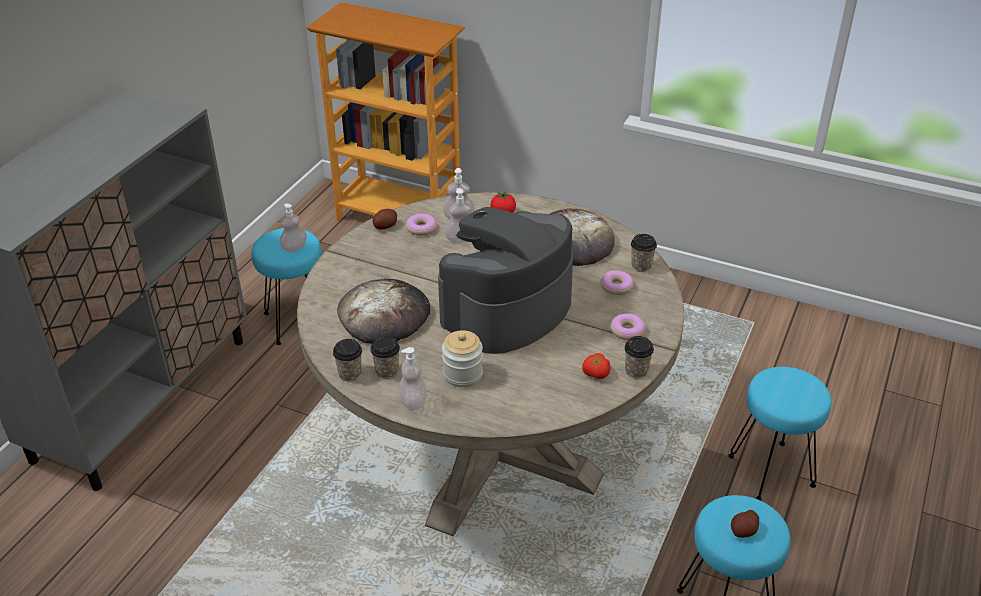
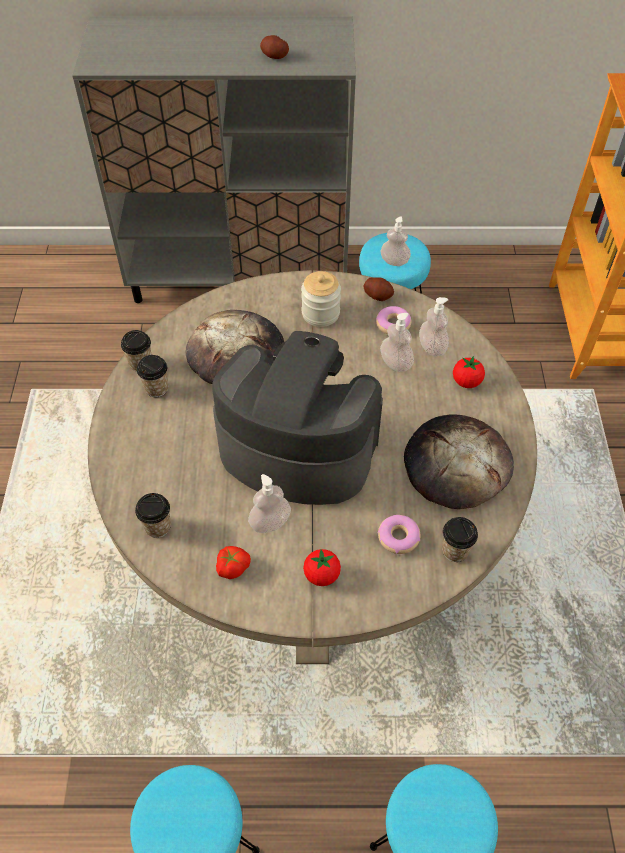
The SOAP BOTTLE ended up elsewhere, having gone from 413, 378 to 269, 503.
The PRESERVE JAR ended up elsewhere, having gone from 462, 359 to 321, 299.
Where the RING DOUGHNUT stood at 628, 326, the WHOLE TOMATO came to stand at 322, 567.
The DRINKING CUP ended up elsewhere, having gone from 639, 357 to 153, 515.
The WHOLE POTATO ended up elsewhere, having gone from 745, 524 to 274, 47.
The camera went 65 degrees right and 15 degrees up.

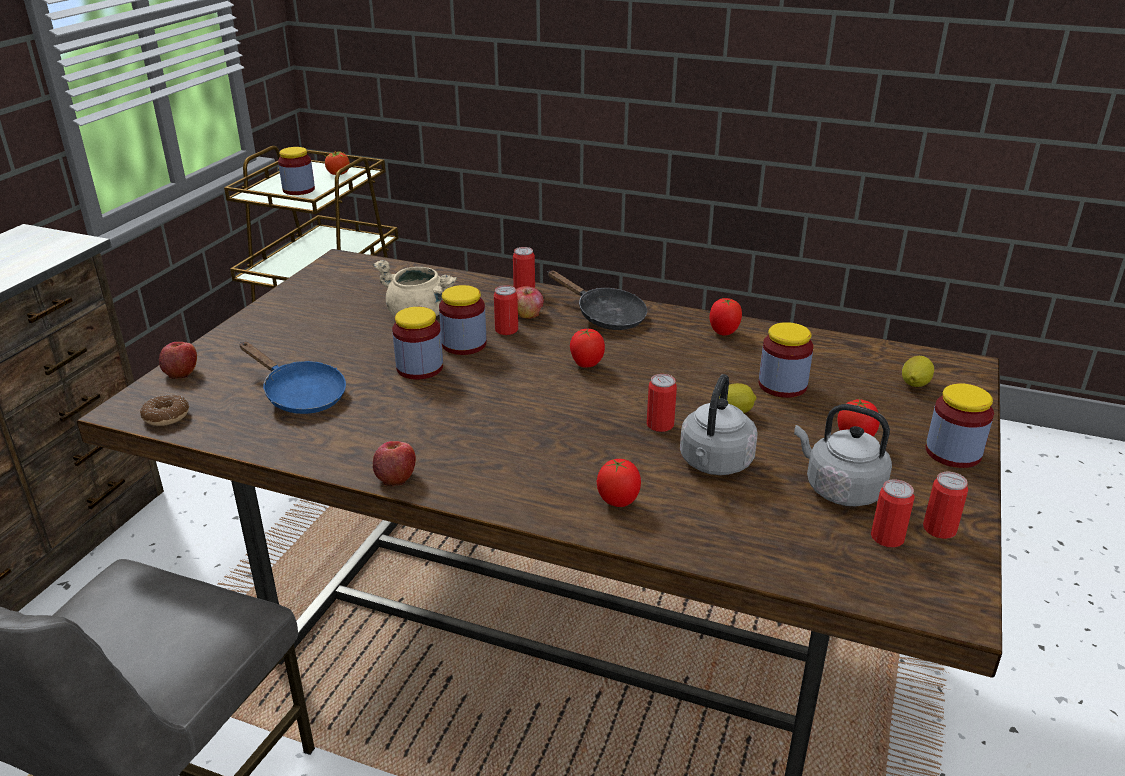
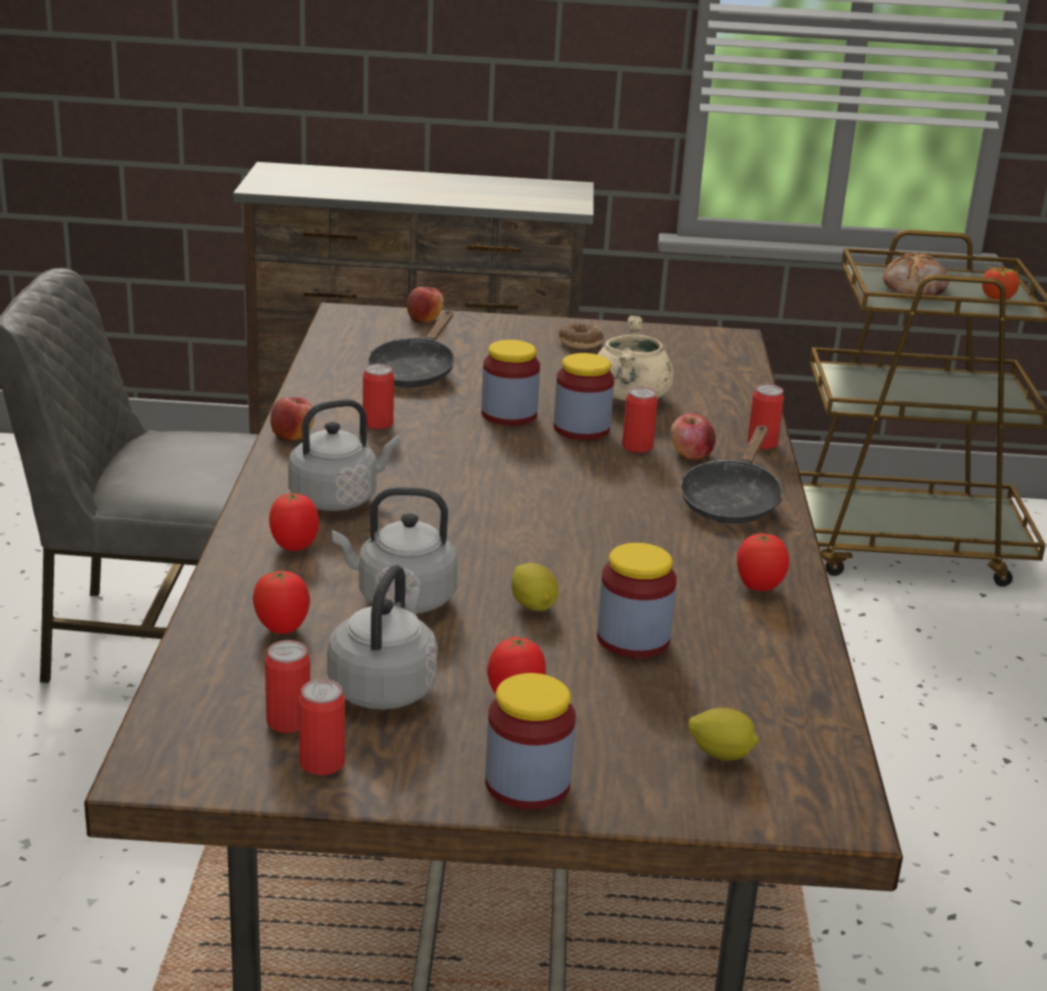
The RING DOUGHNUT ended up elsewhere, having gone from 164, 410 to 581, 336.
What was the BLUE-COLOURED SKILLET at 292, 378 turned into the BLACKISH SKILLET at 411, 349.
Where the PRESERVE JAR stood at 296, 171, the BAKED BREAD came to stand at 916, 274.
The WHOLE TOMATO ended up elsewhere, having gone from 587, 348 to 281, 601.
The METAL CAN ended up elsewhere, having gone from 662, 403 to 378, 396.
The second view gained the GREY KETTLE at 344, 455.
The camera went 70 degrees right and 5 degrees down.

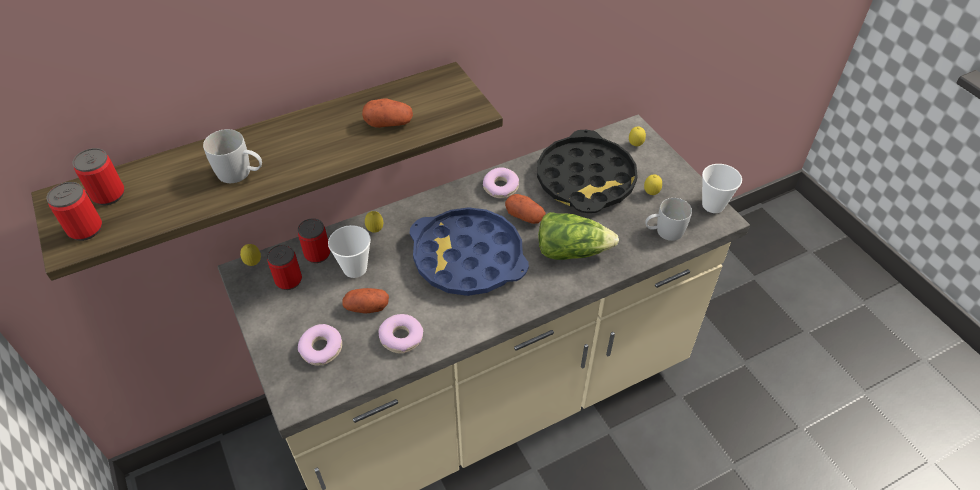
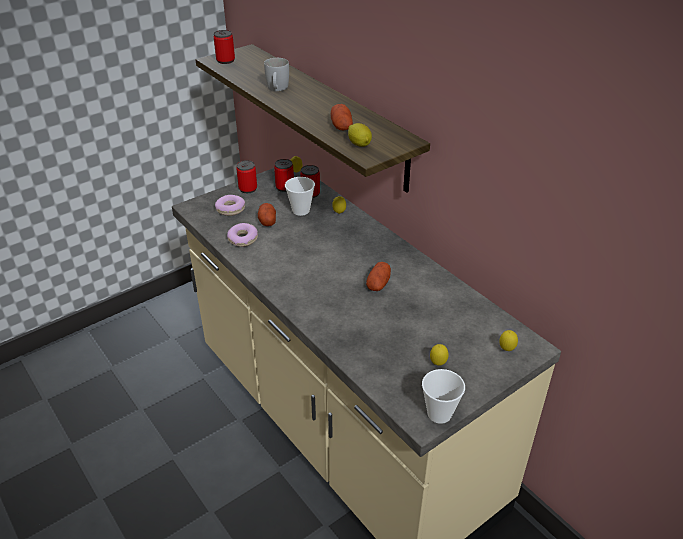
The METAL CAN ended up elsewhere, having gone from 98, 177 to 246, 176.
The second view lost the BLUE-COLOURED SERVING TRAY at 469, 251.
The second view lost the RING DOUGHNUT at 501, 183.
The second view lost the BLACKISH SERVING TRAY at 587, 171.
The second view lost the LETTUCE at 578, 236.
The second view lost the WHITE-COLOURED COFFEE MUG at 668, 219.
The second view gained the WHOLE LEMON at 360, 135.
The camera went 80 degrees right and 10 degrees down.

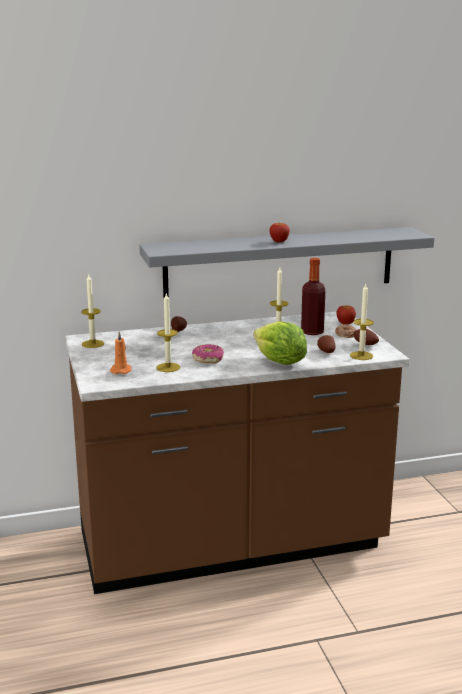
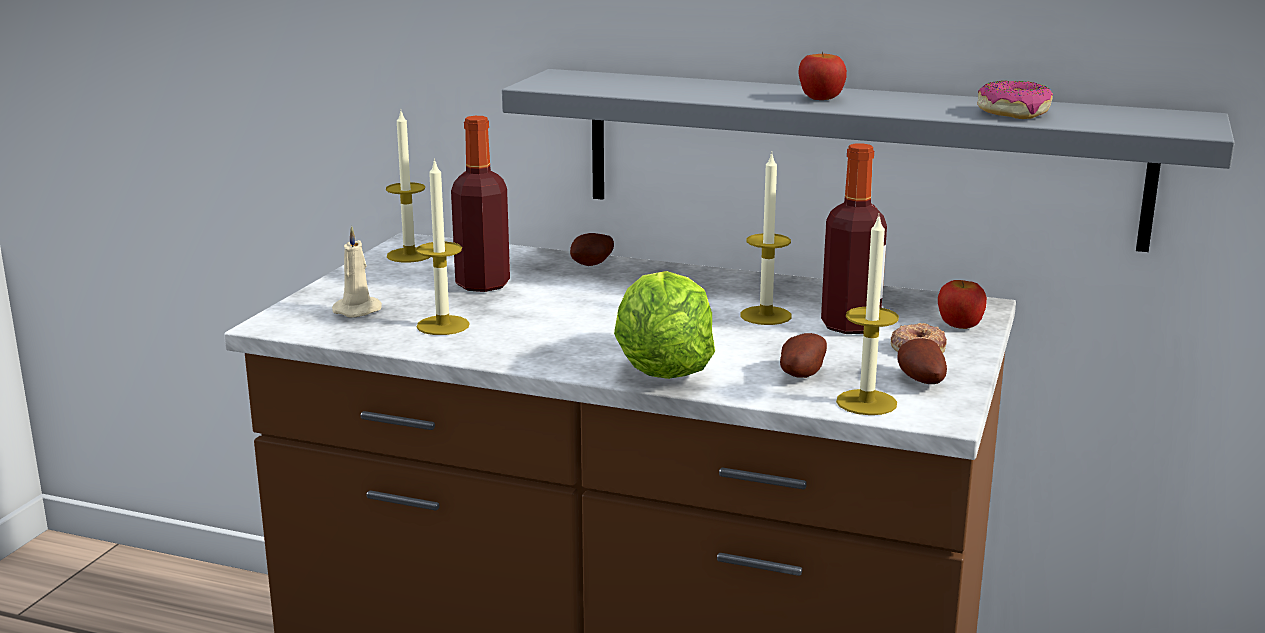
What was the ORANGE WAX LIGHT at 120, 352 turned into the SAND-COLOURED WAX LIGHT at 357, 272.
The RING DOUGHNUT ended up elsewhere, having gone from 208, 354 to 1015, 100.
The second view gained the BEVERAGE BOTTLE at 480, 204.
The camera went 35 degrees right and 0 degrees up.

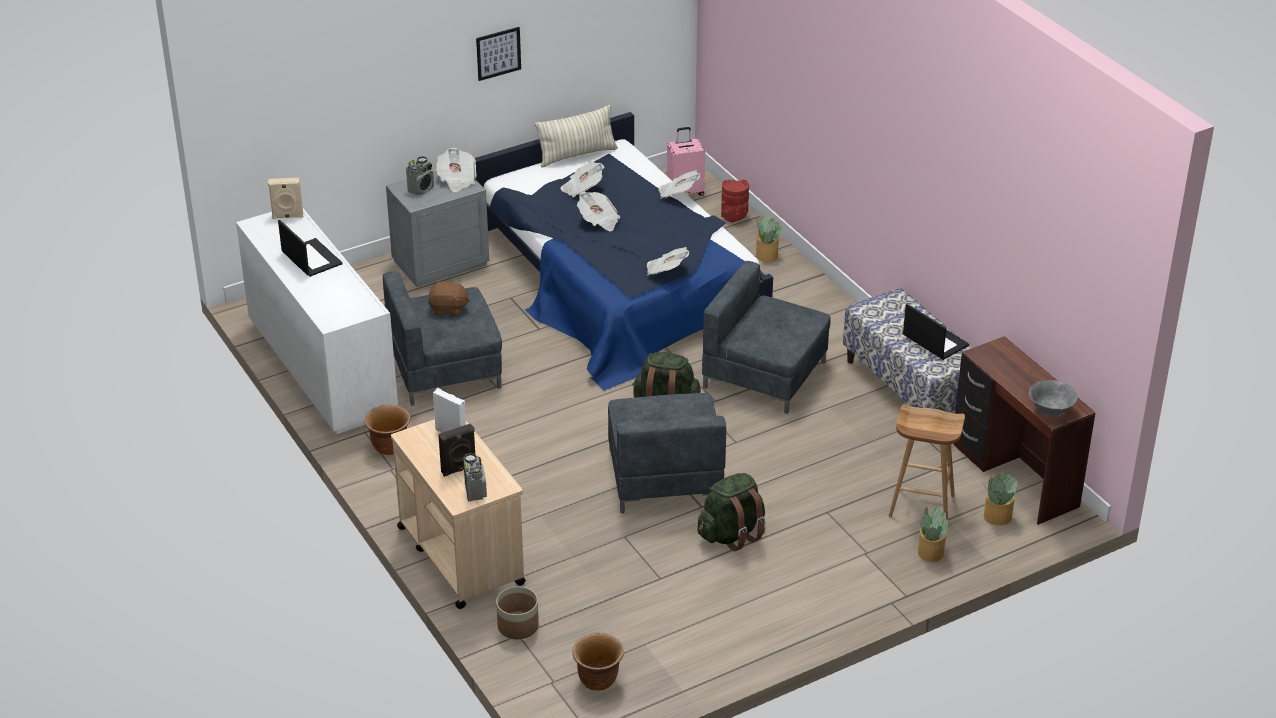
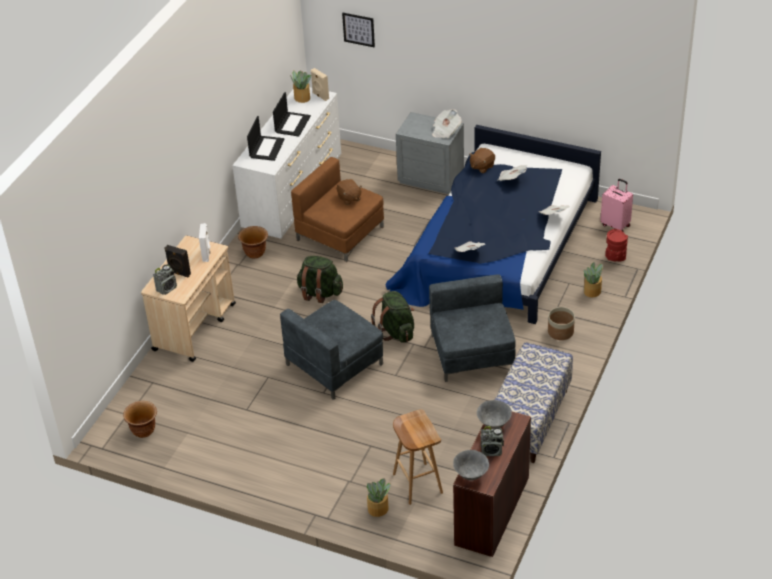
What was the GREY EASY CHAIR at 442, 338 turned into the BROWN EASY CHAIR at 337, 209.
The RADIO SET ended up elsewhere, having gone from 420, 175 to 492, 441.
The WALL ART ended up elsewhere, having gone from 498, 54 to 358, 30.
The PLANT POT ended up elsewhere, having gone from 517, 612 to 561, 323.
The second view lost the CUSHION at 576, 136.
The second view lost the DAILY PAPER at 598, 211.
The GREEN-COLOURED KNAPSACK ended up elsewhere, having gone from 731, 512 to 319, 279.
The PORTABLE COMPUTER ended up elsewhere, having gone from 936, 332 to 266, 138.
The POTTED PLANT ended up elsewhere, having gone from 1000, 499 to 300, 86.
The second view gained the BROWN CUDDLY TOY at 482, 160.
The second view gained the GREY BOWL at 494, 414.
The camera went 55 degrees right and 5 degrees up.

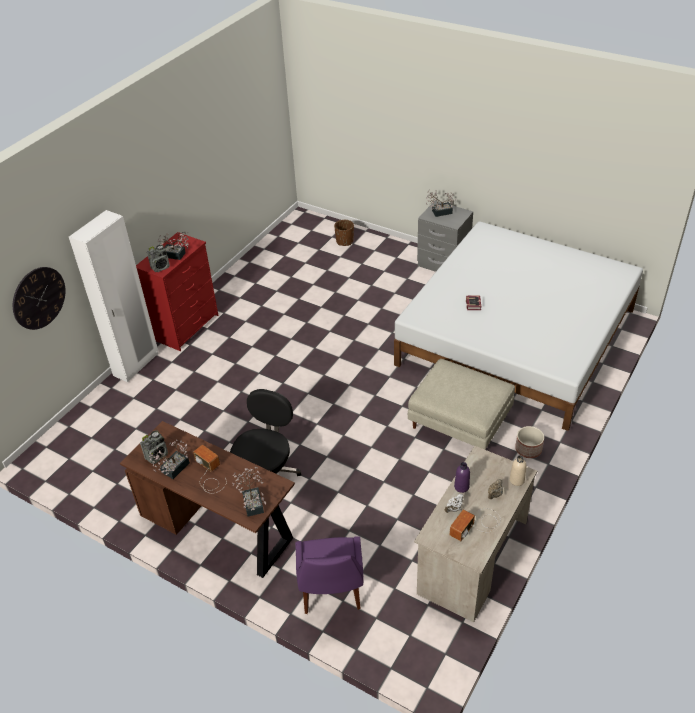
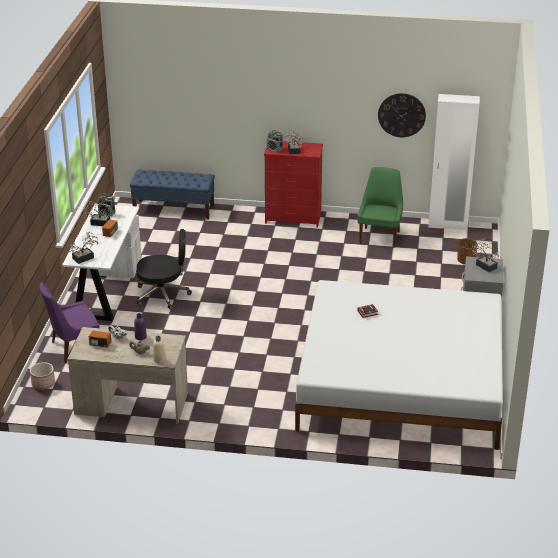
The HANGING CLOCK ended up elsewhere, having gone from 39, 298 to 402, 115.
The WHITE-COLOURED CLOTHES CUPBOARD ended up elsewhere, having gone from 113, 296 to 454, 162.
What was the BROWN DESK at 207, 499 turned into the WHITE-COLOURED DESK at 102, 262.
The second view lost the SAND-COLOURED FOOTREST at 461, 404.
The PLANT POT ended up elsewhere, having gone from 529, 442 to 42, 376.
The second view gained the BLUE-COLOURED LONG SEAT at 172, 194.
The second view gained the GREEN-COLOURED UPRIGHT CHAIR at 380, 207.
The camera went 65 degrees right and 10 degrees down.

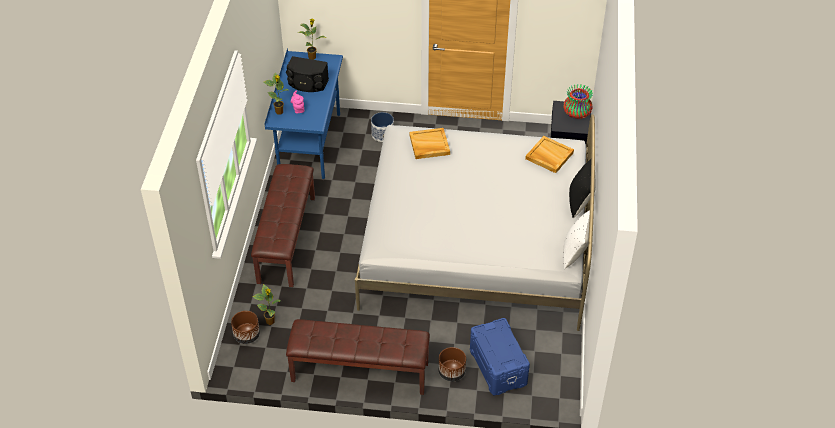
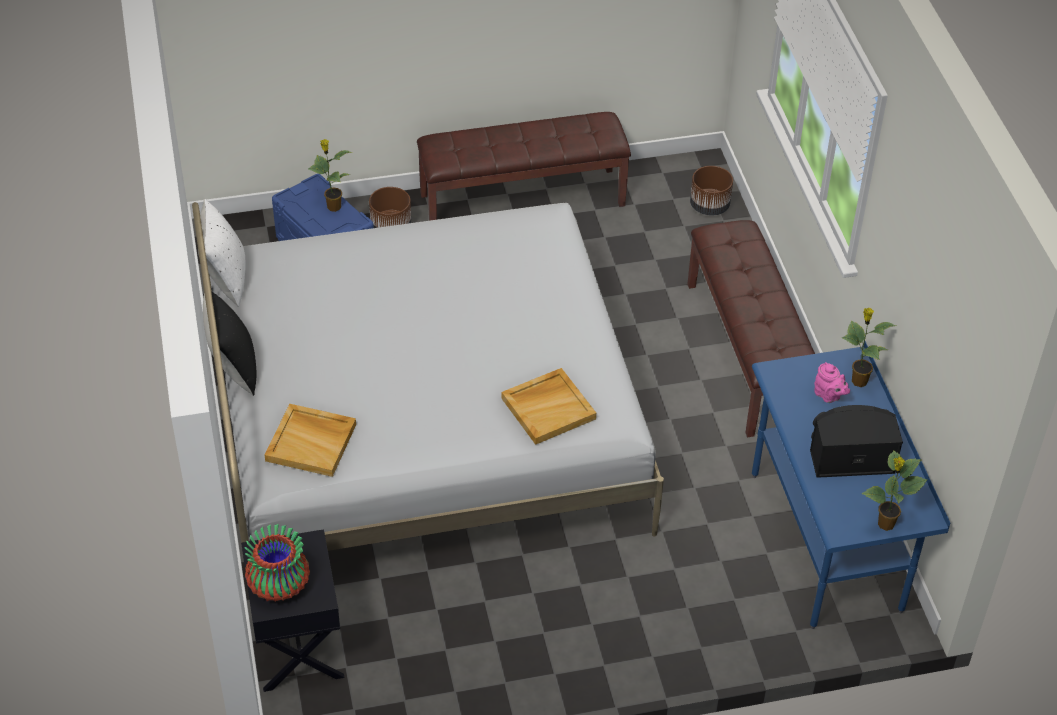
The POTTED PLANT ended up elsewhere, having gone from 267, 304 to 329, 175.
The second view lost the PLANT POT at 382, 127.
The camera went 160 degrees right and 0 degrees up.

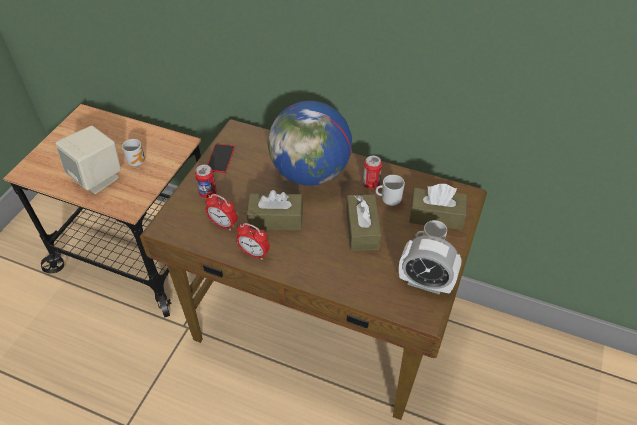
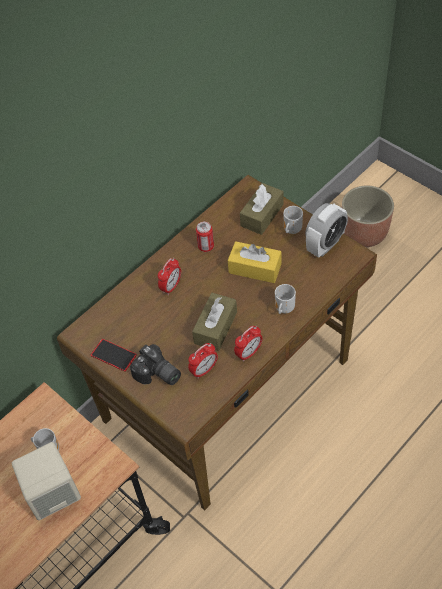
Where the METAL CAN stood at 206, 181, the PHOTO CAMERA came to stand at 155, 364.
Where the GLOBE stood at 310, 143, the ALARM CLOCK came to stand at 169, 276.
What was the BROWN BOX OF TISSUES at 363, 222 turned into the YELLOW-COLOURED BOX OF TISSUES at 255, 262.
The COFFEE MUG ended up elsewhere, having gone from 390, 190 to 285, 299.
The second view gained the PLANT POT at 368, 216.
The camera went 65 degrees left and 5 degrees up.

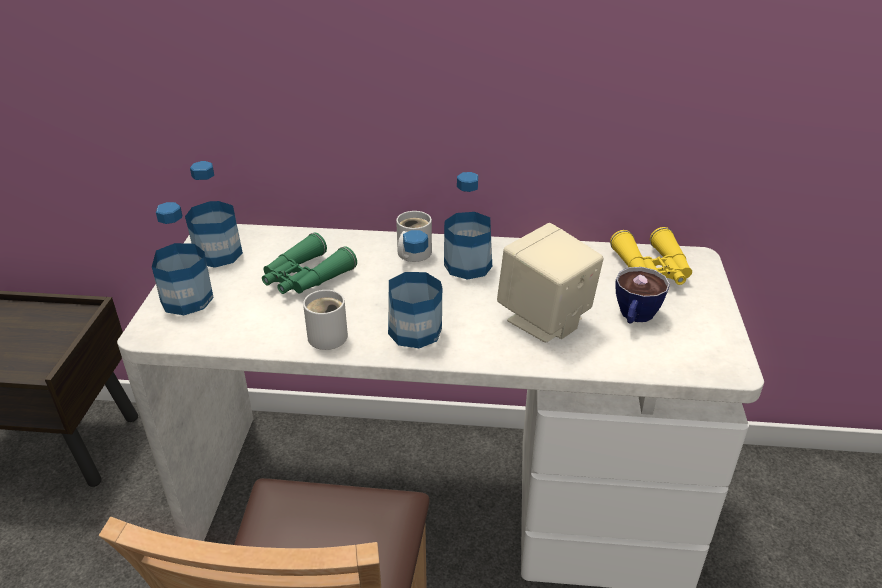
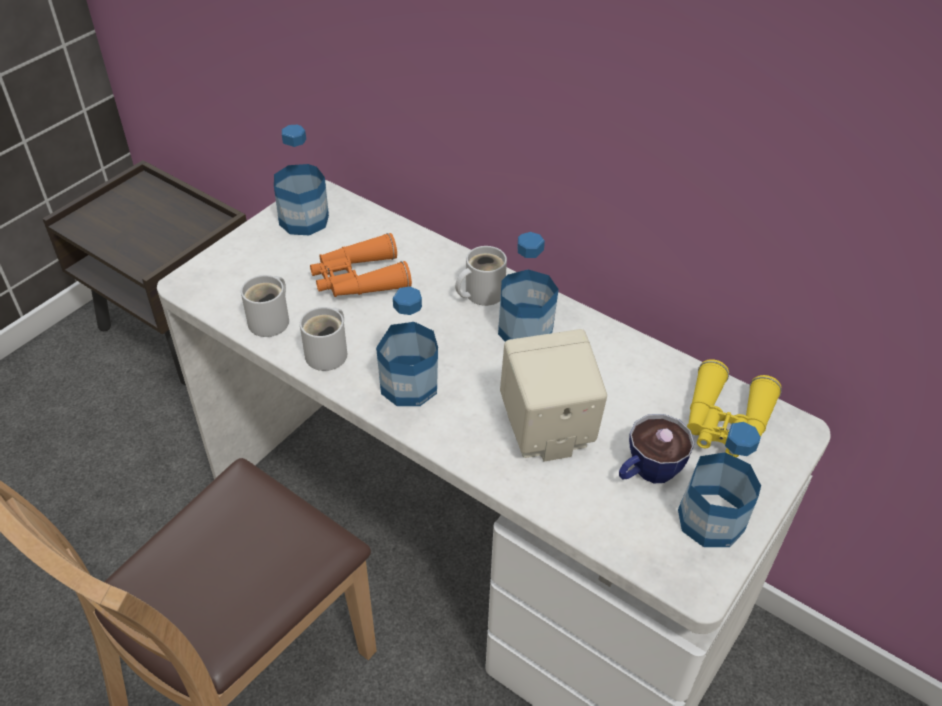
The BEVERAGE BOTTLE ended up elsewhere, having gone from 183, 258 to 719, 484.
What was the GREEN-COLOURED FIELD GLASSES at 309, 263 turned into the ORANGE FIELD GLASSES at 361, 265.
The second view gained the WHITE-COLOURED COFFEE MUG at 265, 306.
The camera went 30 degrees right and 10 degrees up.

